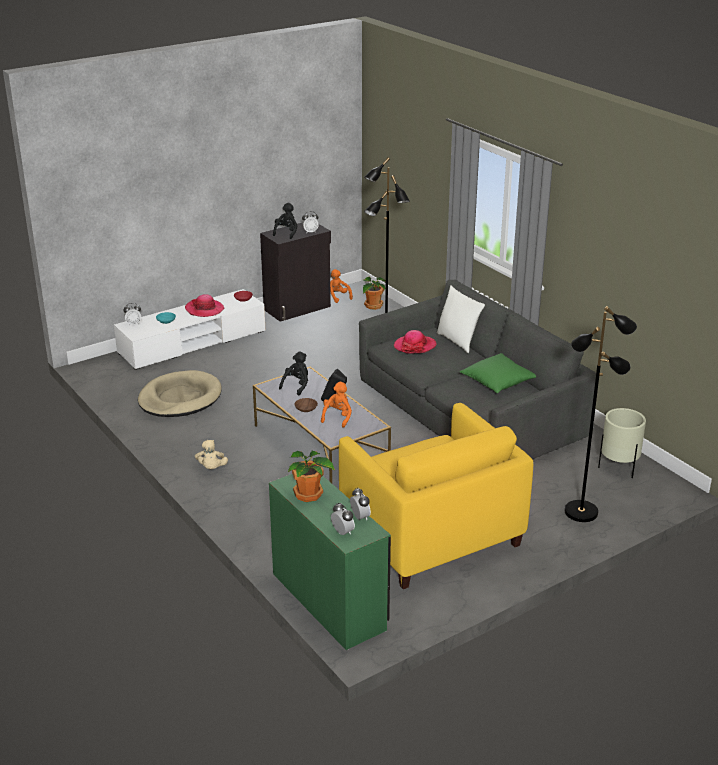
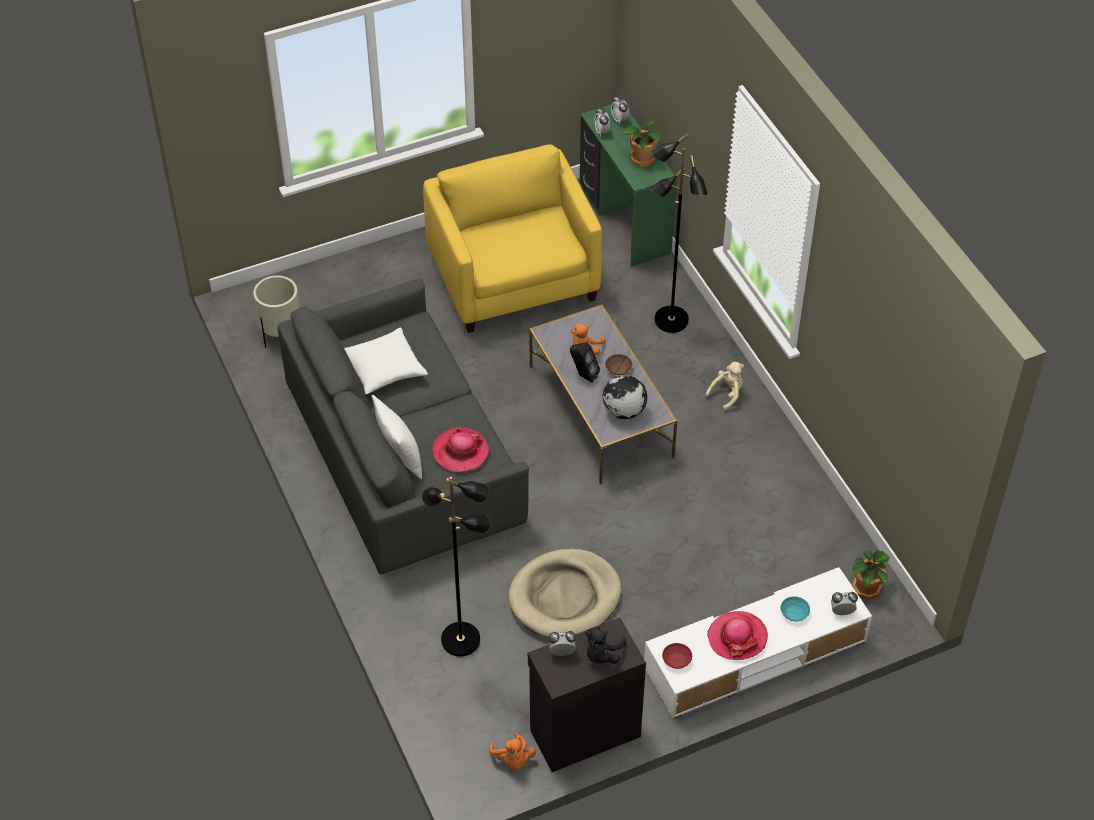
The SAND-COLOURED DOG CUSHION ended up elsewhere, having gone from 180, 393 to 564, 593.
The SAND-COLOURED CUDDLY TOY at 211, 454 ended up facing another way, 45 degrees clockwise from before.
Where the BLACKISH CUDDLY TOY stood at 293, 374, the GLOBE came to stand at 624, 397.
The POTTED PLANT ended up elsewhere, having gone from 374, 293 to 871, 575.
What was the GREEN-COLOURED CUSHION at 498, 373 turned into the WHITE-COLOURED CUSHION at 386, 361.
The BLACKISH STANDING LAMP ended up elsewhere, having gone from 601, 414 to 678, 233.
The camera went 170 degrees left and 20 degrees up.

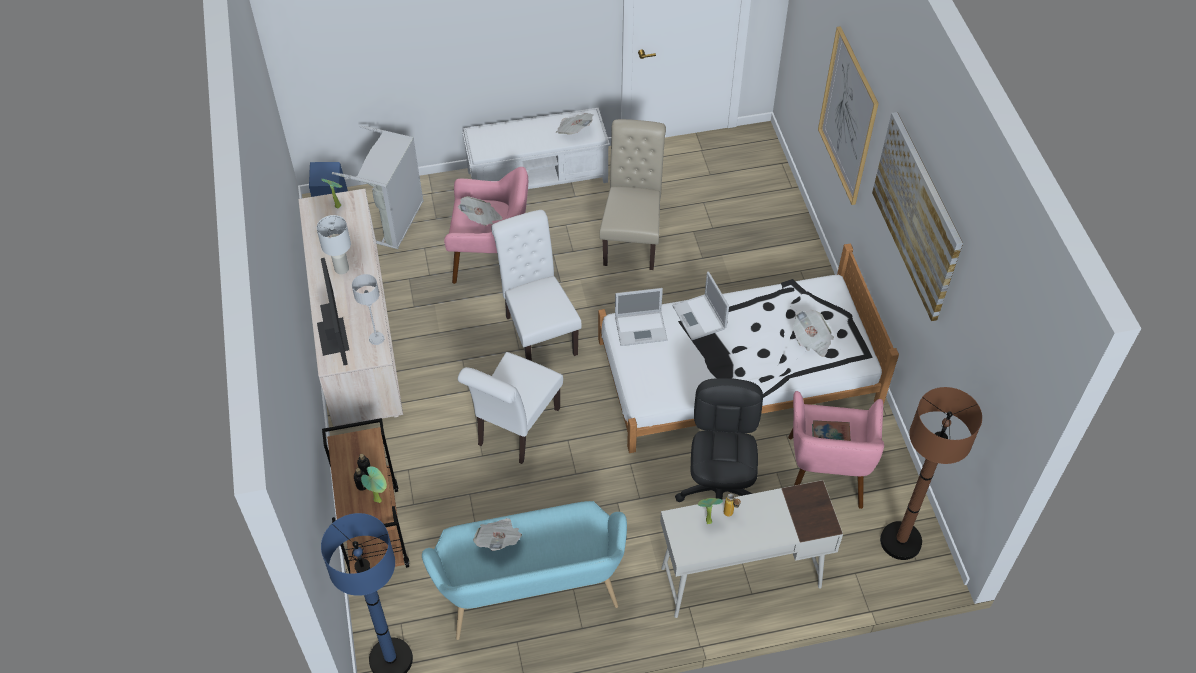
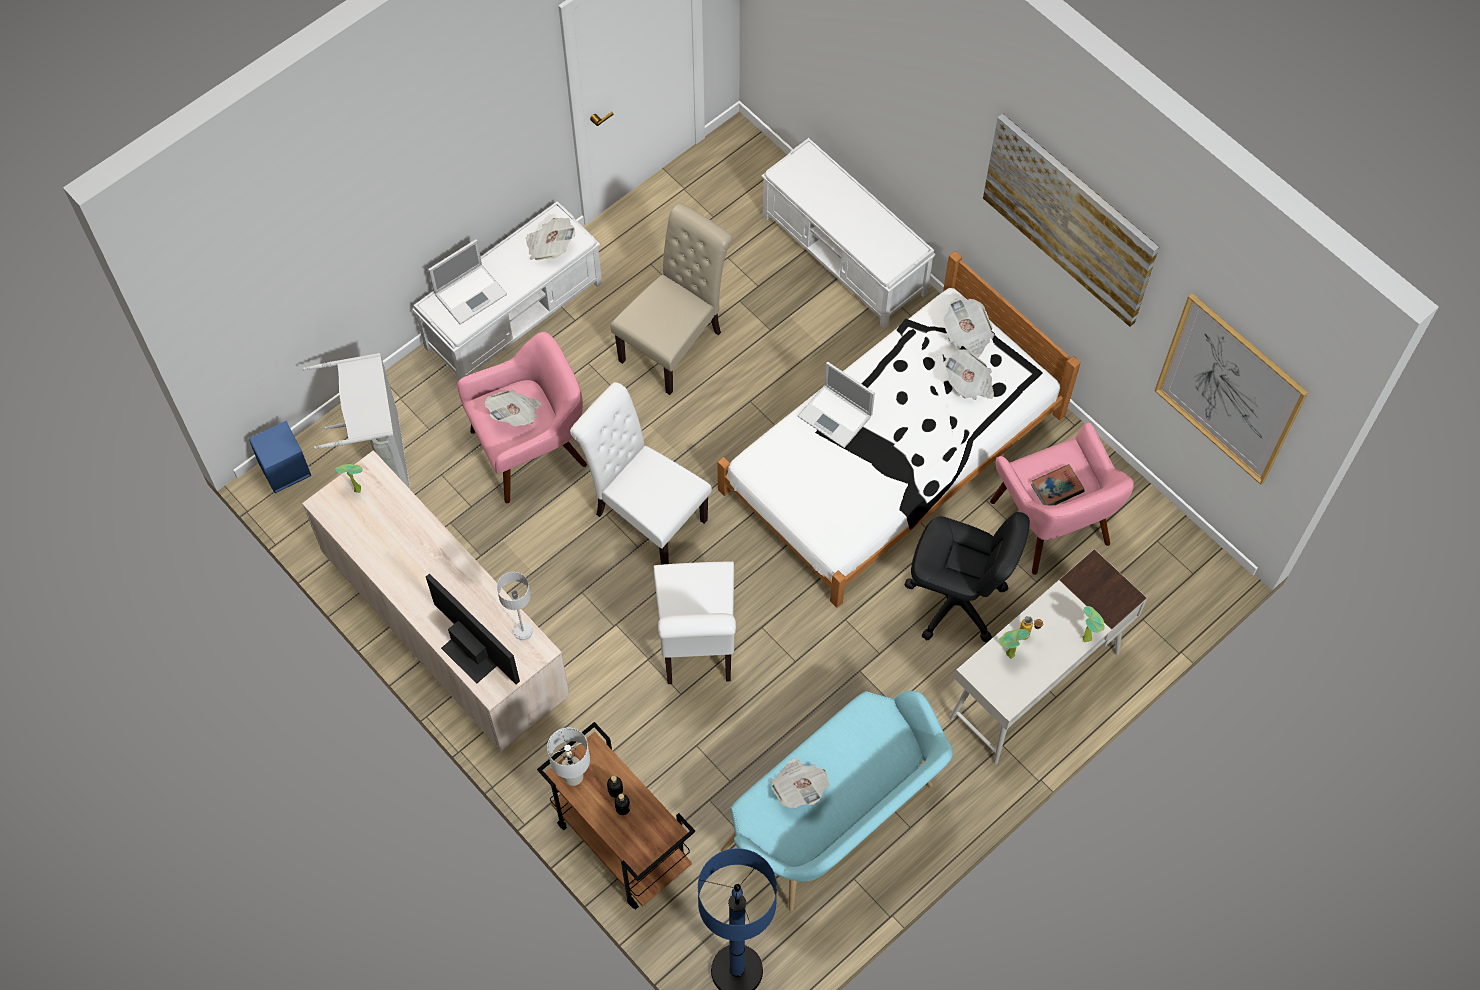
The WHITE-COLOURED TABLE LAMP ended up elsewhere, having gone from 334, 244 to 568, 757.
The POTTED PLANT ended up elsewhere, having gone from 374, 484 to 1094, 624.
The SAND-COLOURED UPRIGHT CHAIR at 633, 194 ended up facing another way, 60 degrees clockwise from before.
The PORTABLE COMPUTER ended up elsewhere, having gone from 641, 317 to 467, 282.
The BLACKISH OFFICE CHAIR at 719, 440 ended up facing another way, 135 degrees clockwise from before.
The WALL ART ended up elsewhere, having gone from 848, 115 to 1231, 389.
The second view lost the BROWN STANDING LAMP at 931, 473.
The second view gained the WHITE-COLOURED LONG SEAT at 848, 233.
The second view gained the DAILY PAPER at 968, 327.
The camera went 30 degrees left and 10 degrees up.

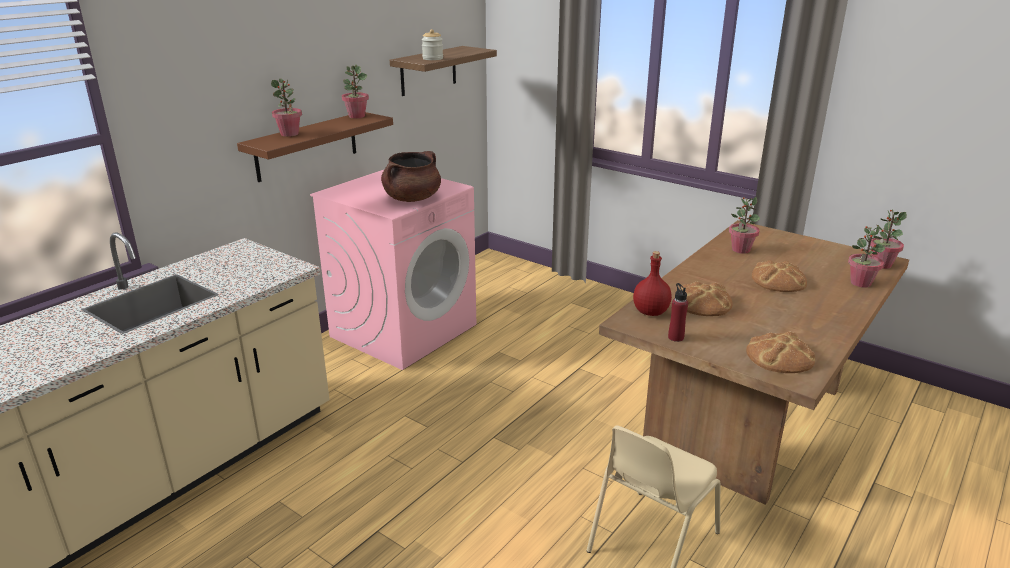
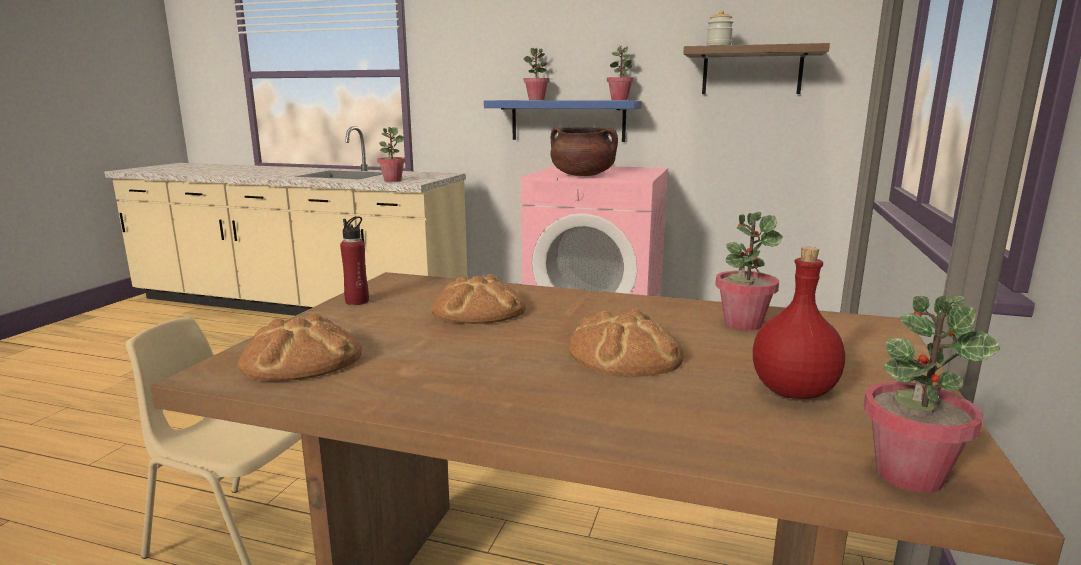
What was the BROWN BRACKET SHELF at 315, 147 turned into the BLUE-COLOURED BRACKET SHELF at 563, 121.
The REDDISH BEVERAGE BOTTLE ended up elsewhere, having gone from 652, 283 to 799, 323.
The POTTED PLANT ended up elsewhere, having gone from 866, 256 to 391, 154.
The camera went 70 degrees right and 10 degrees down.

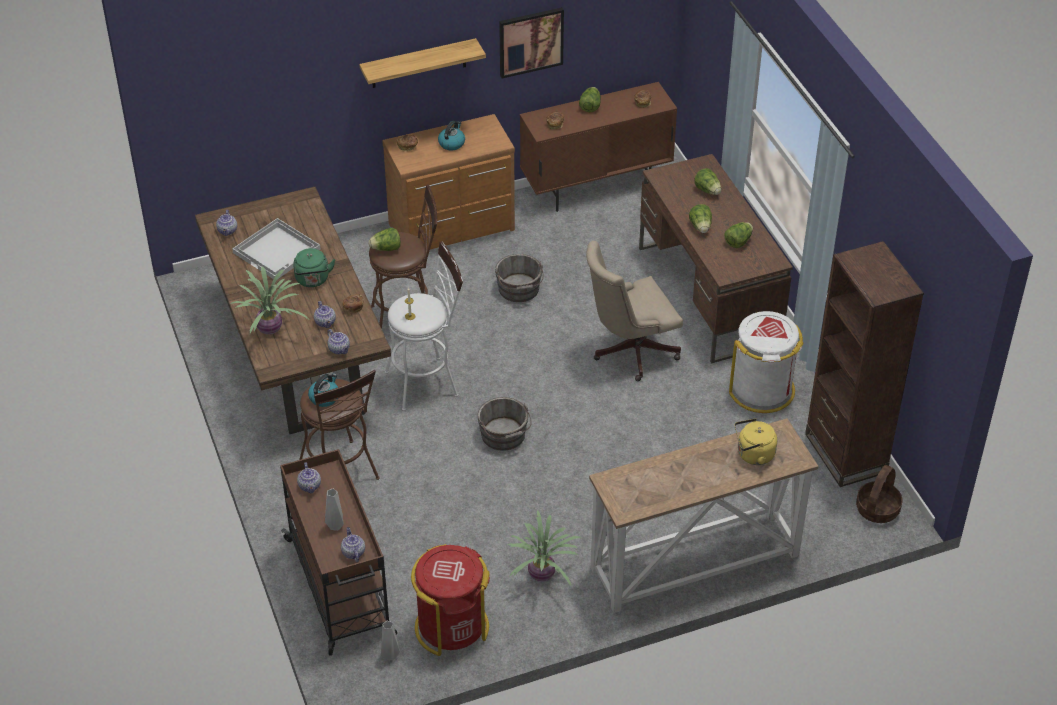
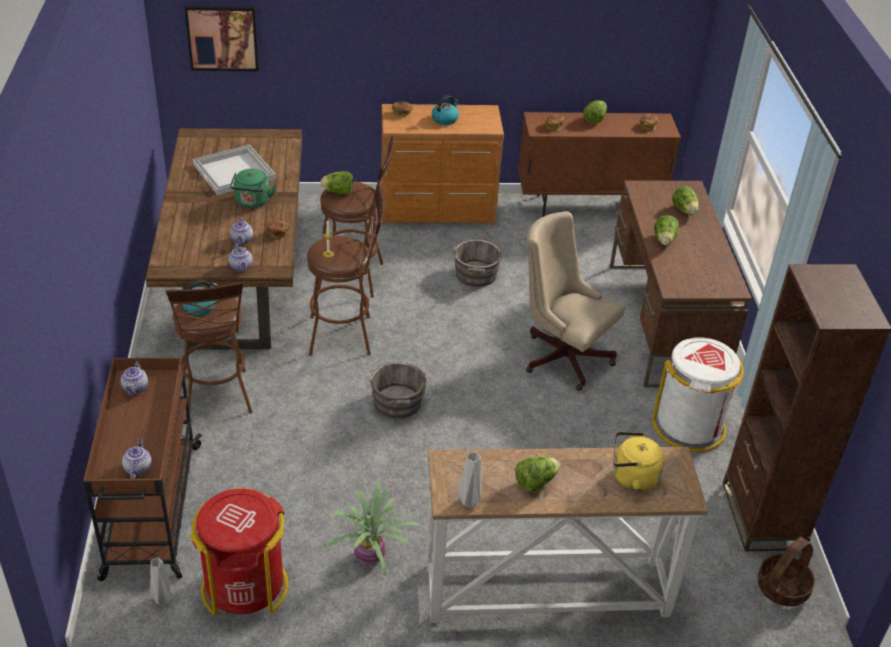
The second view lost the TEAPOT at 226, 223.
The second view lost the POTTED PLANT at 269, 300.
The GREY DECORATIVE VASE ended up elsewhere, having gone from 334, 510 to 470, 480.
The second view lost the BRACKET SHELF at 422, 63.
What was the WHITE-COLOURED SITTING STOOL at 424, 326 turned into the BROWN SITTING STOOL at 345, 270.
The WALL ART ended up elsewhere, having gone from 531, 43 to 221, 38.
The SAND-COLOURED OFFICE CHAIR at 634, 311 ended up facing another way, 45 degrees clockwise from before.
The LETTUCE ended up elsewhere, having gone from 738, 235 to 537, 473.
The camera went 15 degrees right and 5 degrees down.

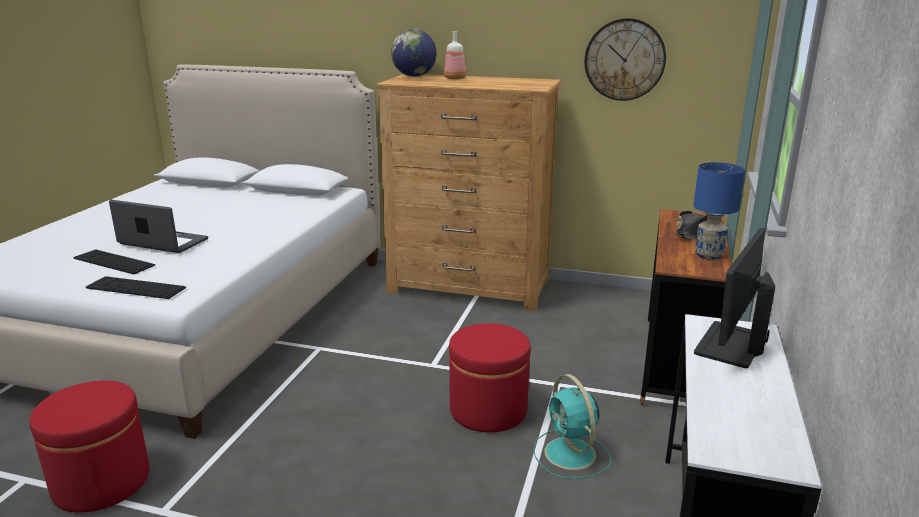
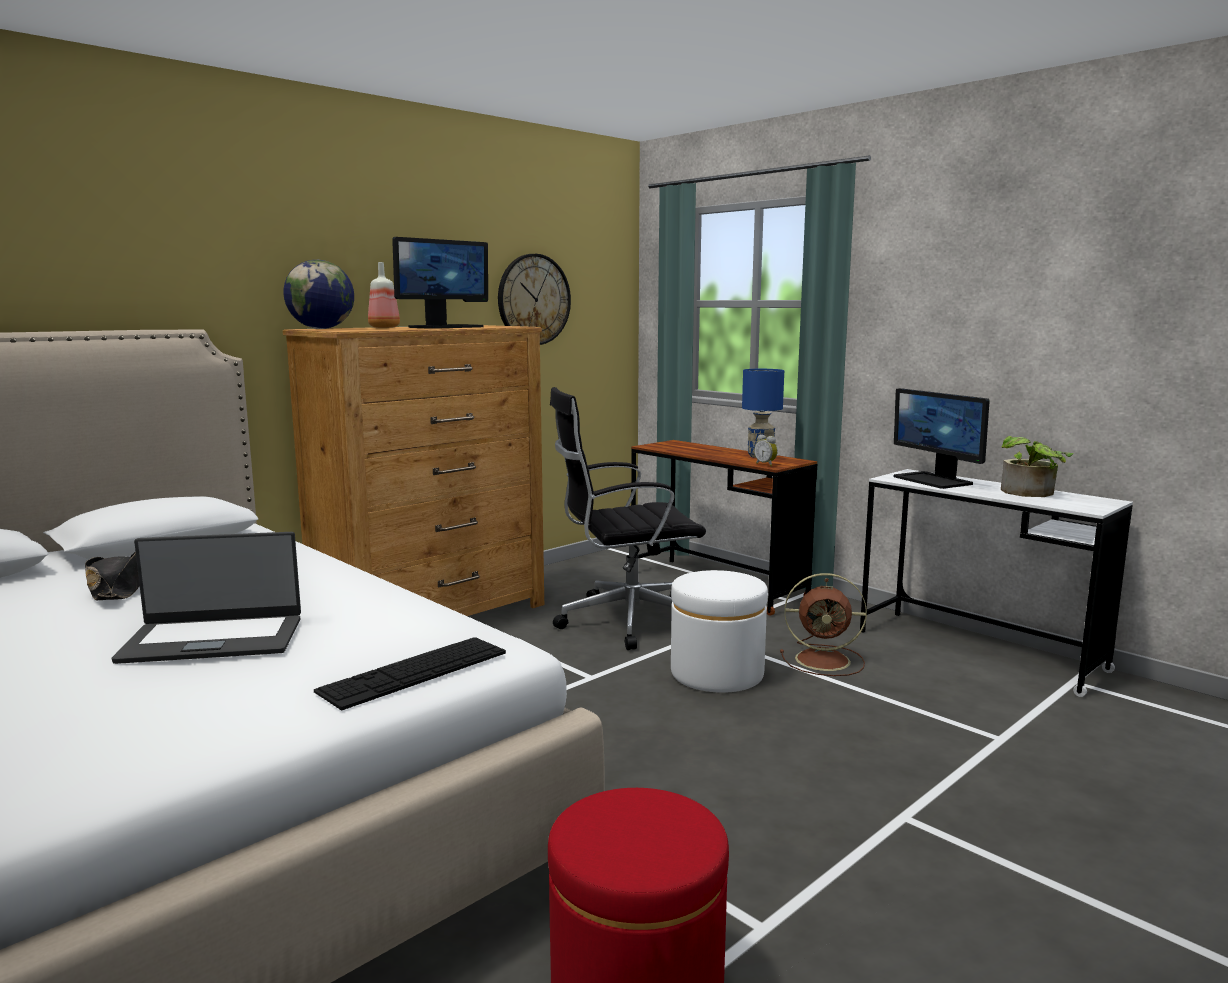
The second view lost the KEYBOARD at 114, 261.
The PORTABLE COMPUTER at 158, 226 ended up facing another way, 150 degrees counterclockwise from before.
What was the REDDISH FOOTREST at 490, 377 turned into the WHITE-COLOURED FOOTREST at 719, 631.
What was the TURQUOISE ELECTRIC FAN at 572, 426 turned into the BROWN ELECTRIC FAN at 823, 624.
The BLACKISH CLOTHING HAT ended up elsewhere, having gone from 692, 225 to 112, 576.
The second view gained the COMPUTER SCREEN at 440, 283.
The second view gained the BLACKISH OFFICE CHAIR at 628, 518.
The second view gained the ALARM CLOCK at 766, 450.
The second view gained the POTTED PLANT at 1037, 466.
The camera went 60 degrees left and 10 degrees down.

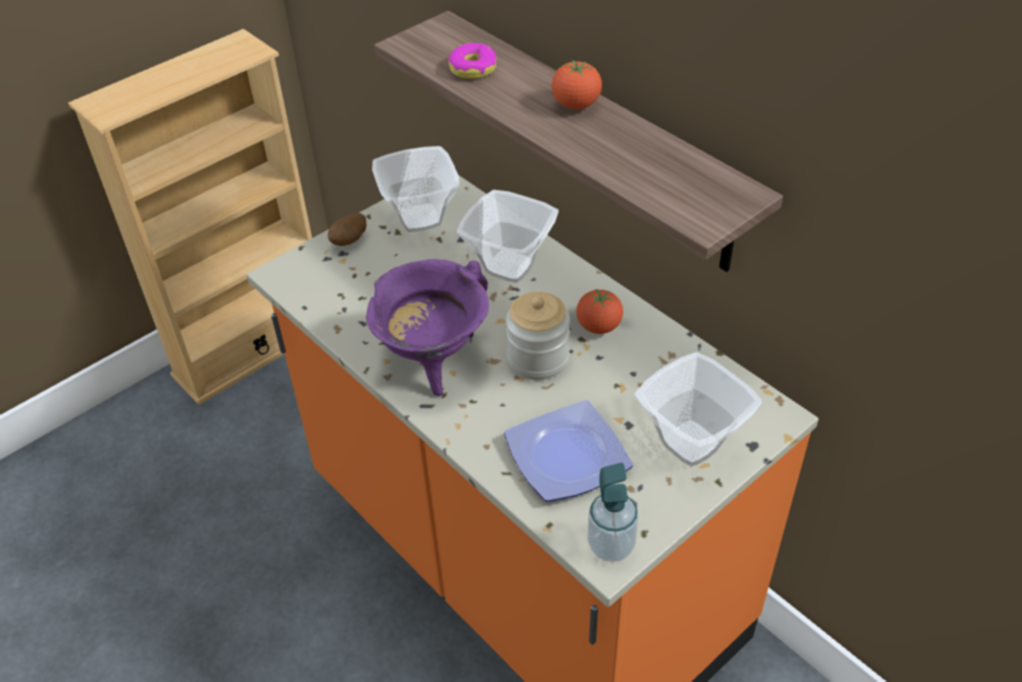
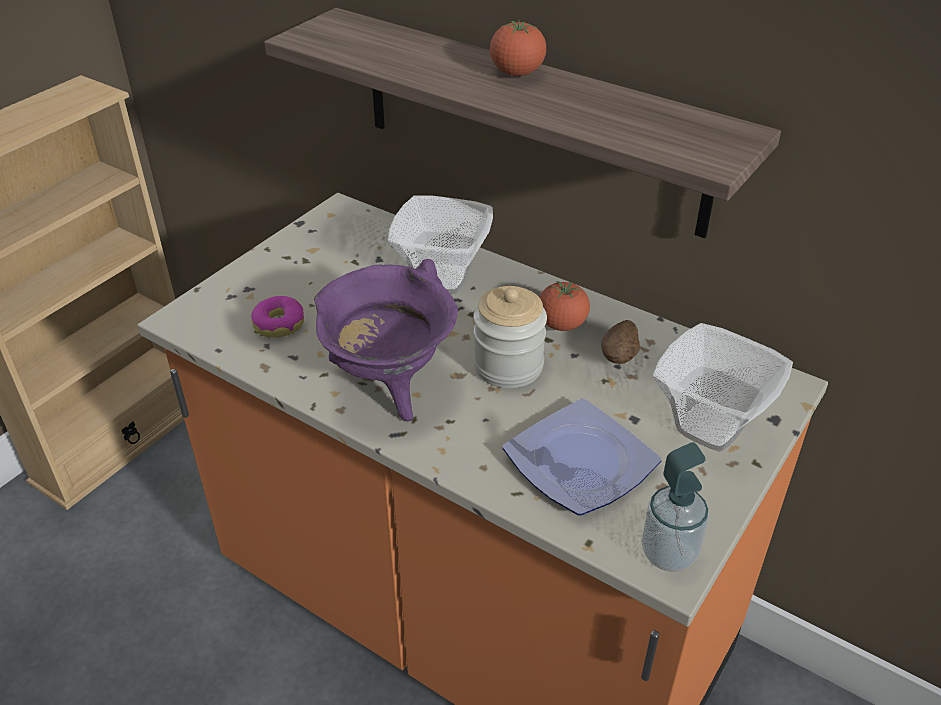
The WHOLE POTATO ended up elsewhere, having gone from 347, 229 to 620, 342.
The second view lost the BOWL at 415, 189.
The RING DOUGHNUT ended up elsewhere, having gone from 473, 61 to 277, 317.
The camera went 15 degrees left and 5 degrees down.

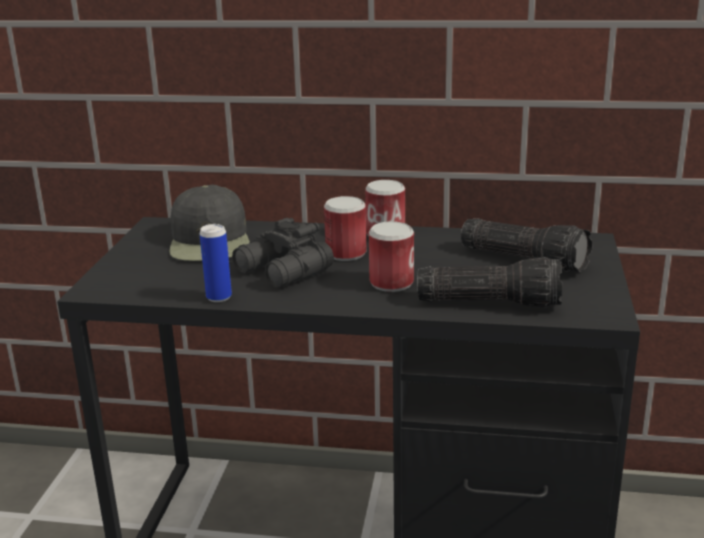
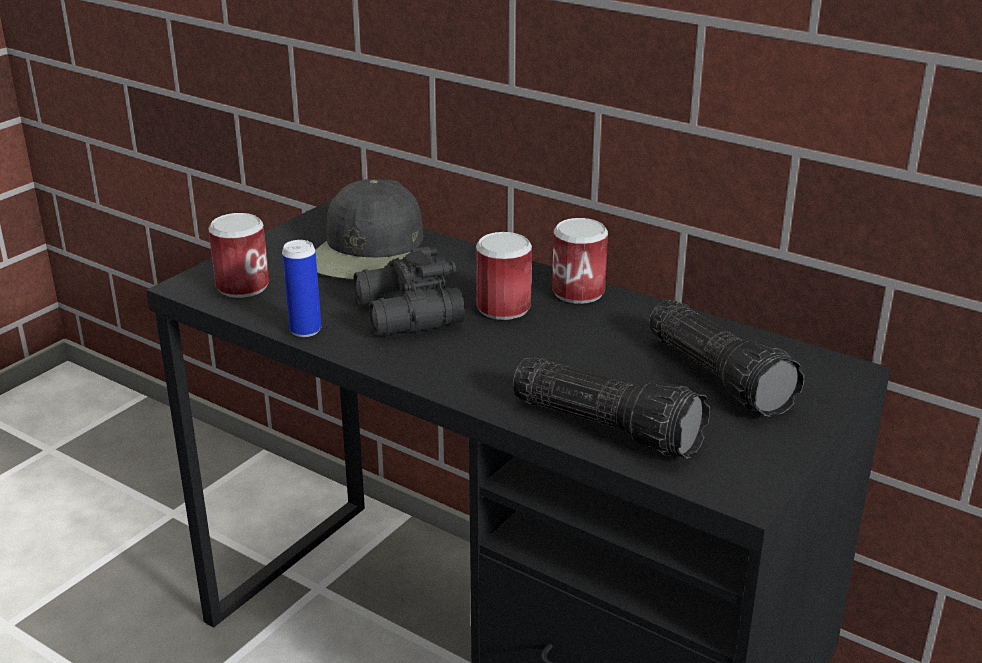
The METAL CAN ended up elsewhere, having gone from 391, 256 to 238, 255.
The camera went 25 degrees right and 5 degrees up.

